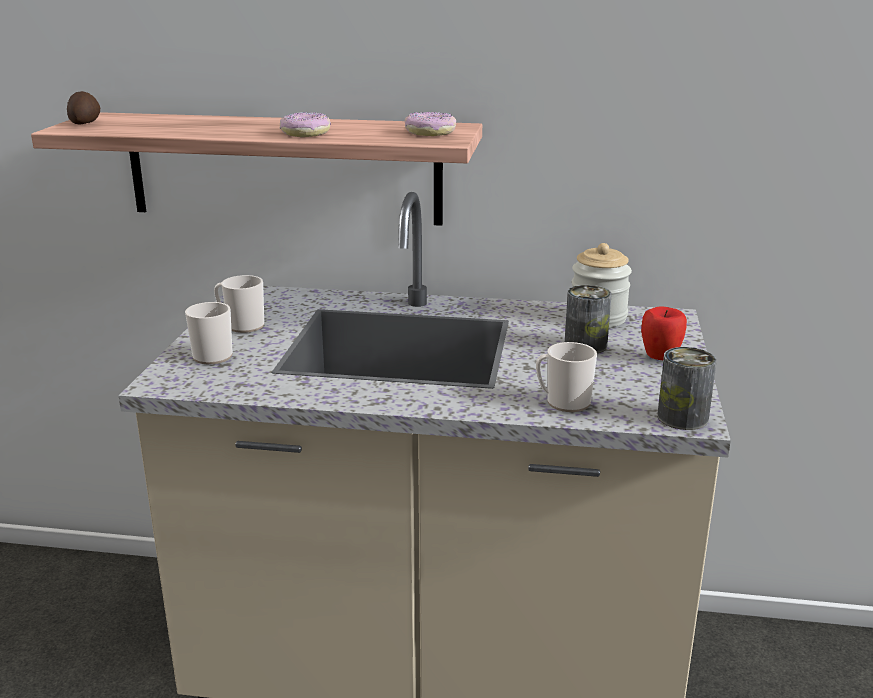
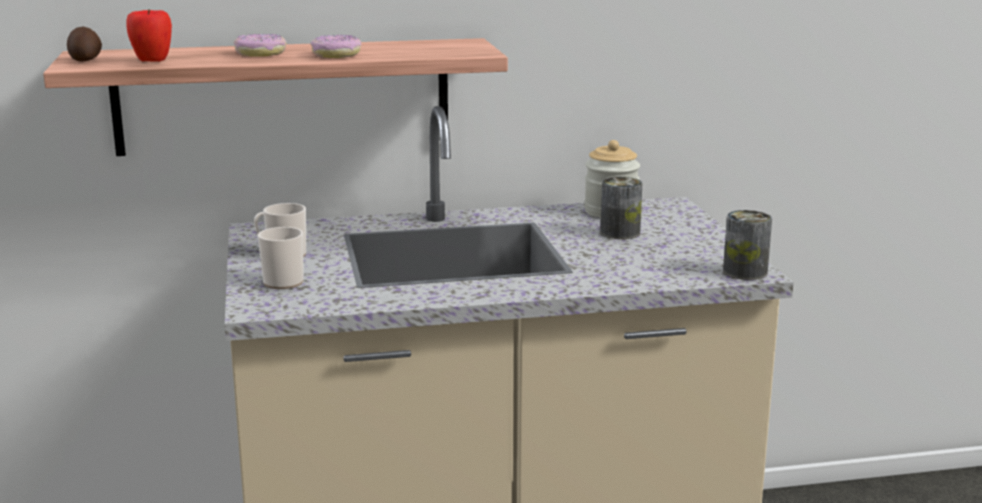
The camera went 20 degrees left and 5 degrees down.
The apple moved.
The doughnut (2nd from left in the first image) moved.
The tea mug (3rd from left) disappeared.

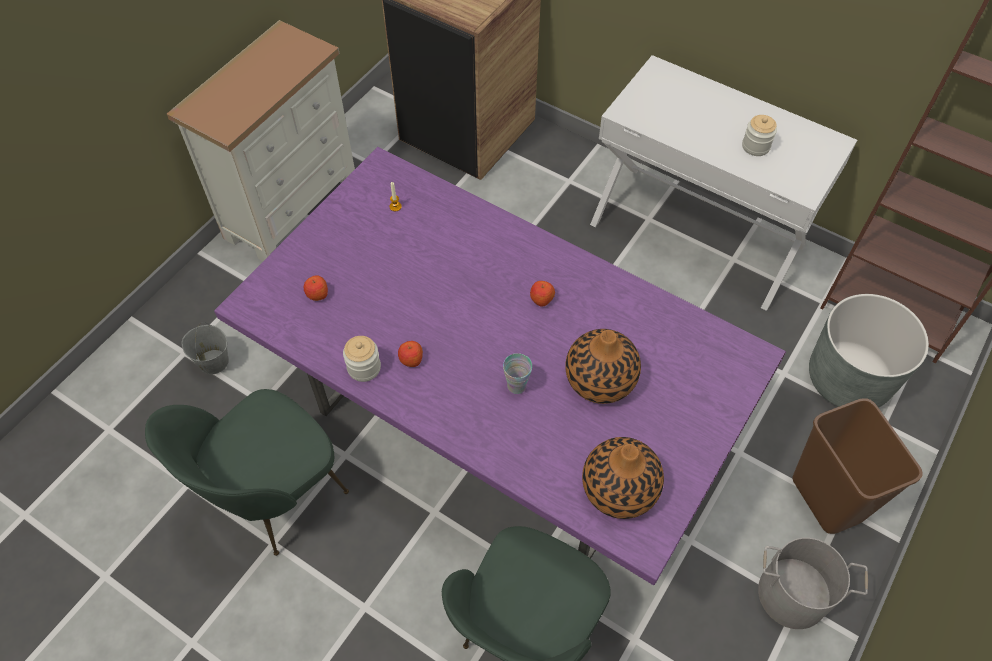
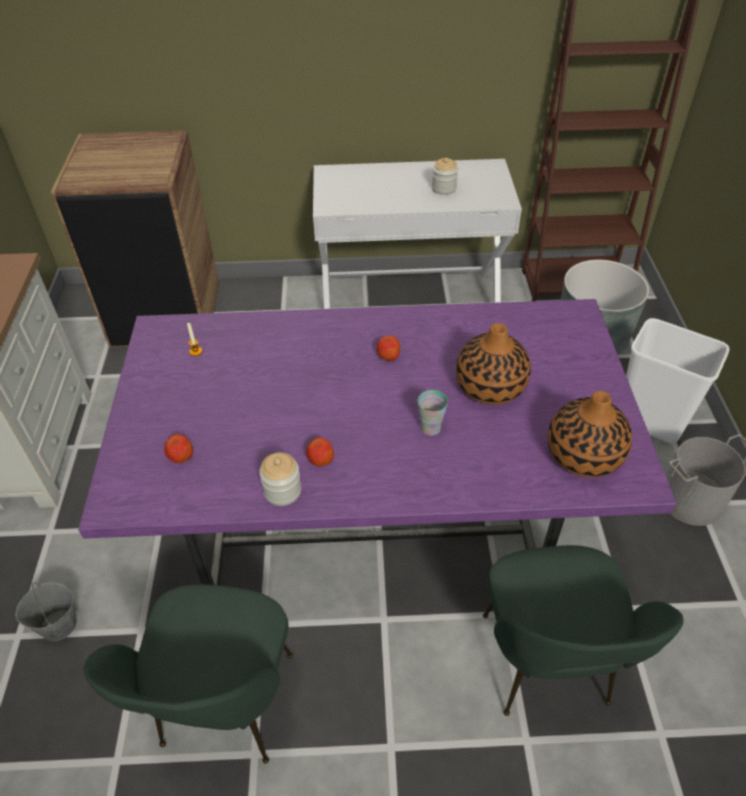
The camera went 35 degrees left and 10 degrees down.
The brown trash can became the white trash can.

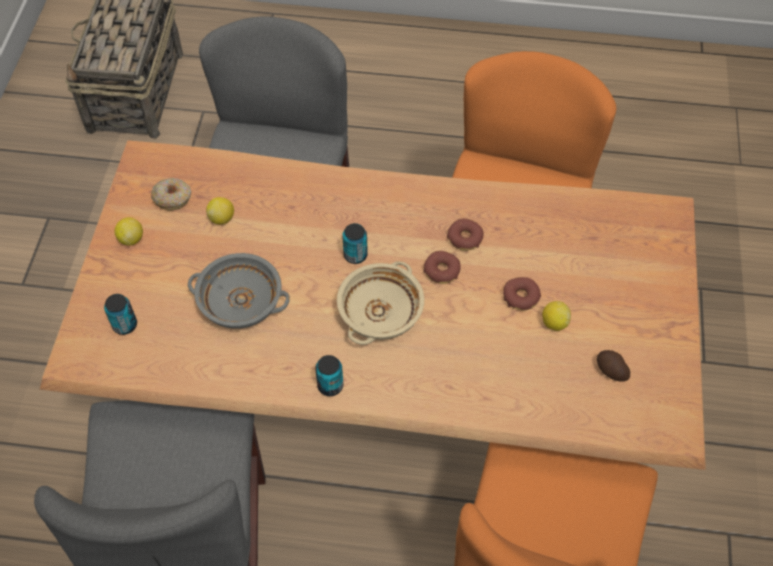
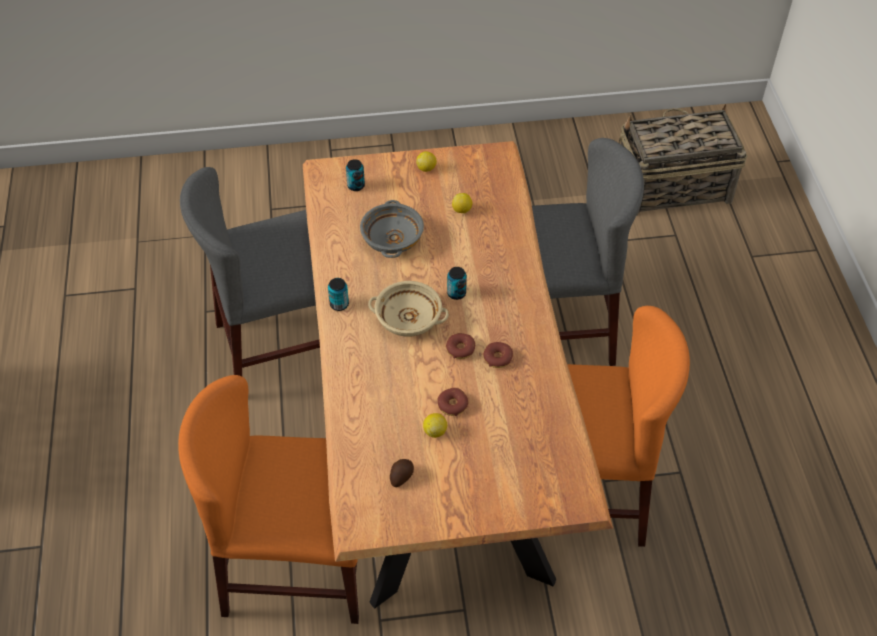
The camera went 75 degrees right and 5 degrees down.
The doughnut (1st from left) disappeared.

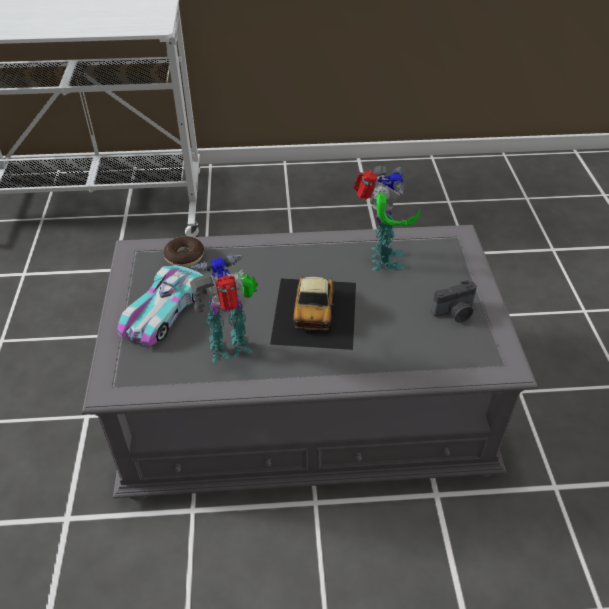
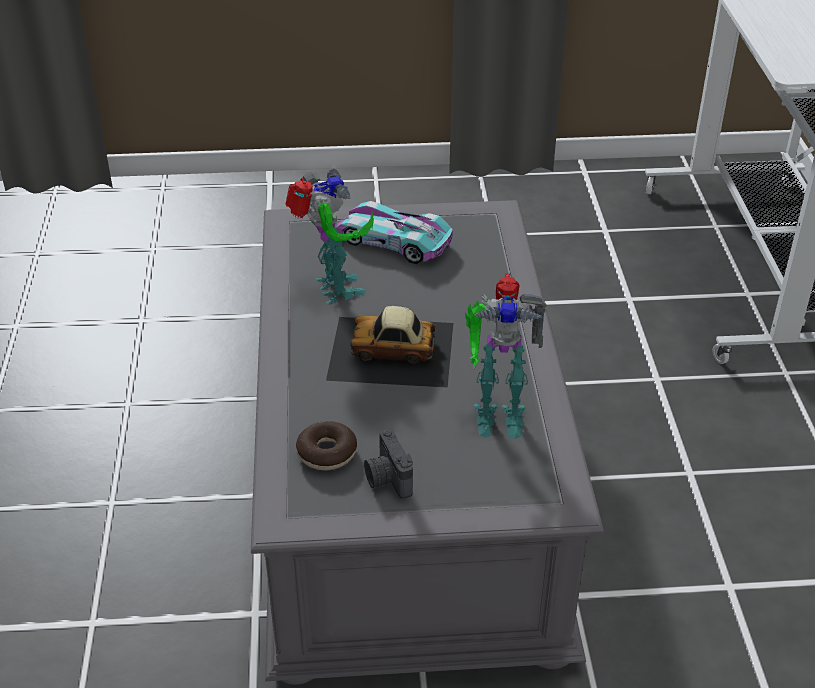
The camera went 90 degrees right and 5 degrees down.
The doughnut moved.

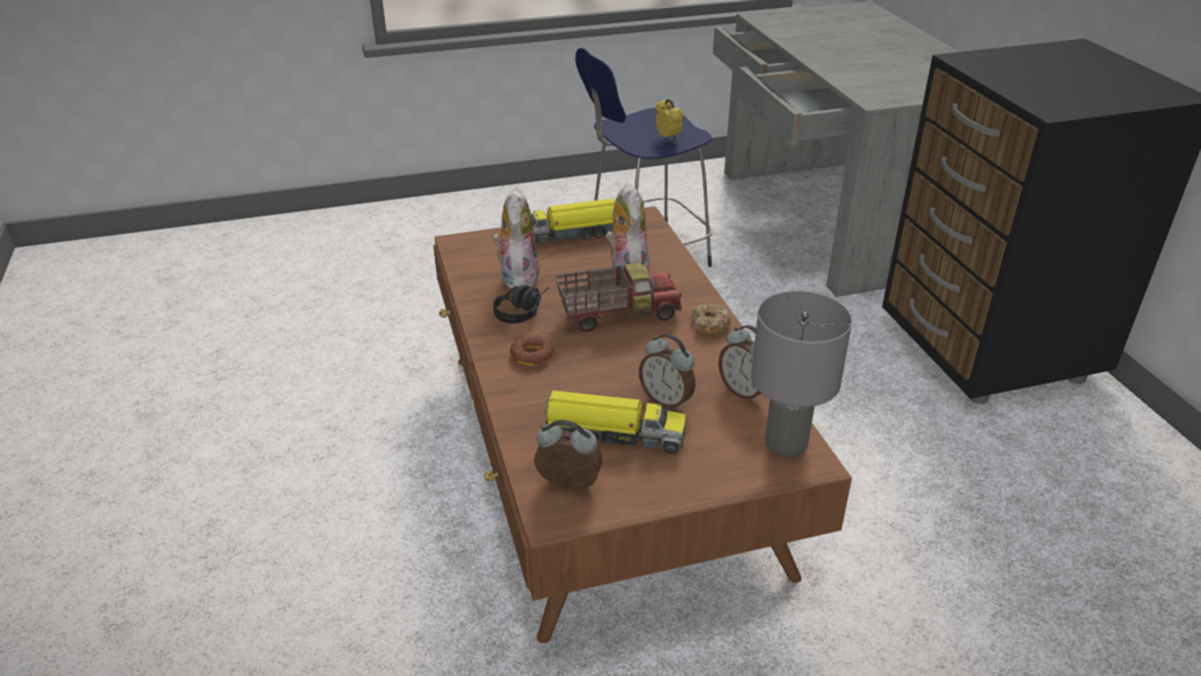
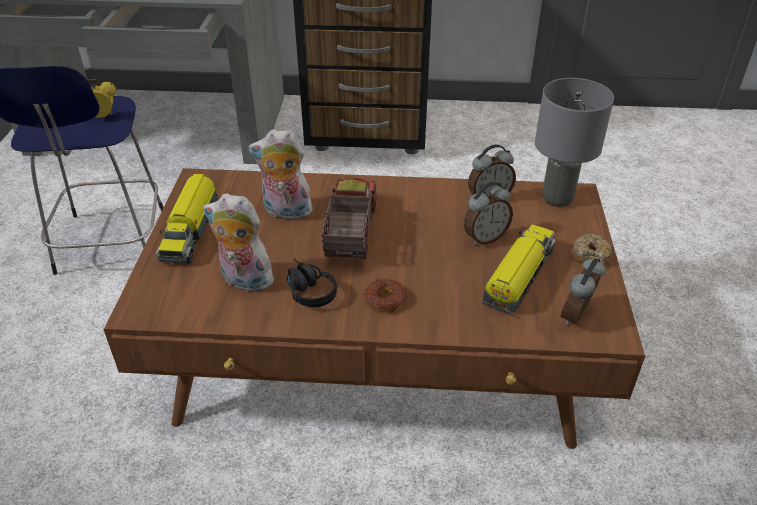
The camera went 70 degrees left and 5 degrees up.
The doughnut (2nd from left) moved.

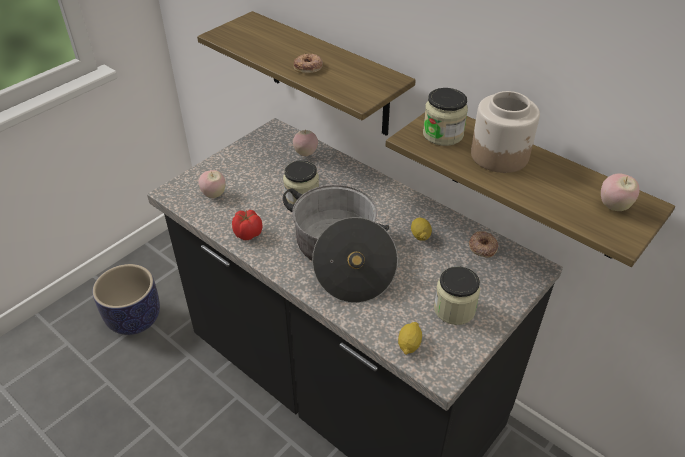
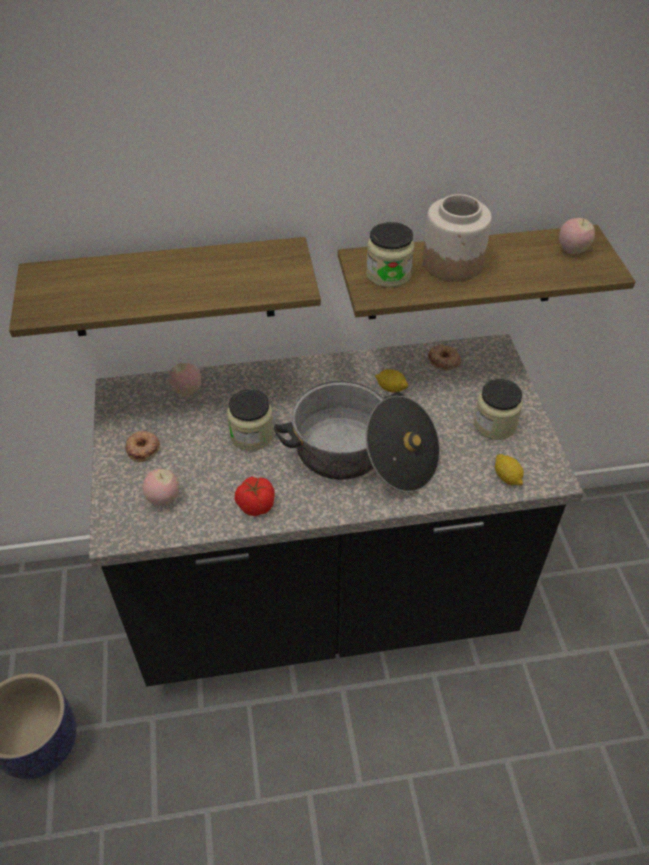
The camera went 50 degrees left and 5 degrees up.
The doughnut (1st from left) moved.

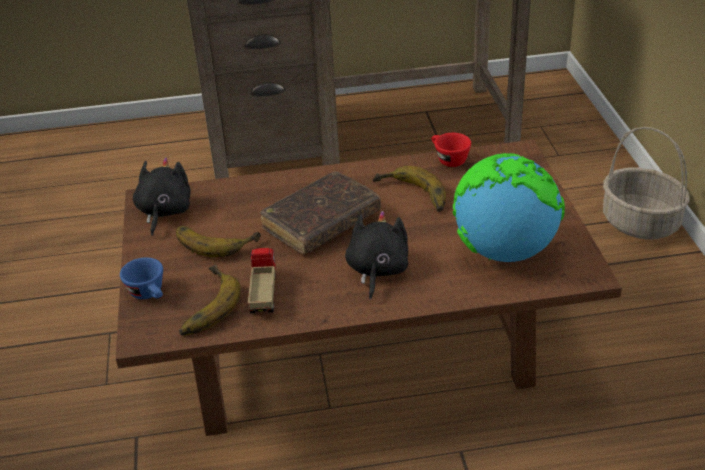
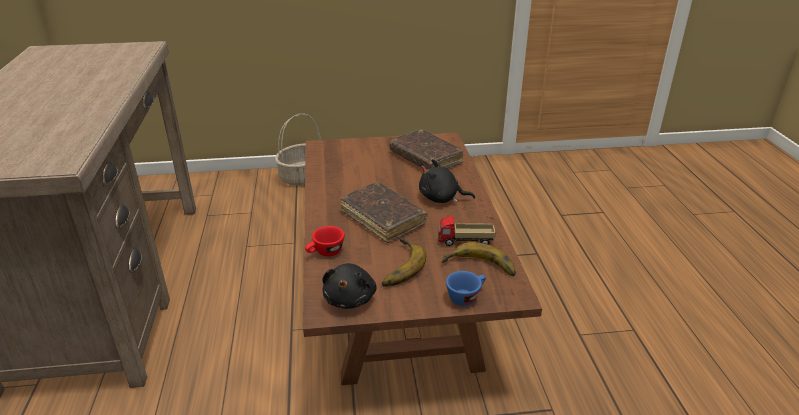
The camera went 90 degrees left and 5 degrees down.
The reddish small cup moved.
The blackish cuddly toy (1st from left) turned 90 degrees counterclockwise.
The desk globe was replaced by the brown bound book (2nd from left).
The whole banana (3rd from left) disappeared.

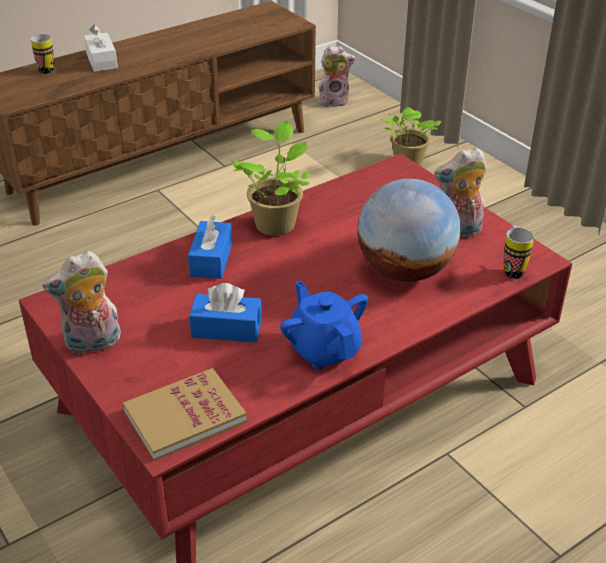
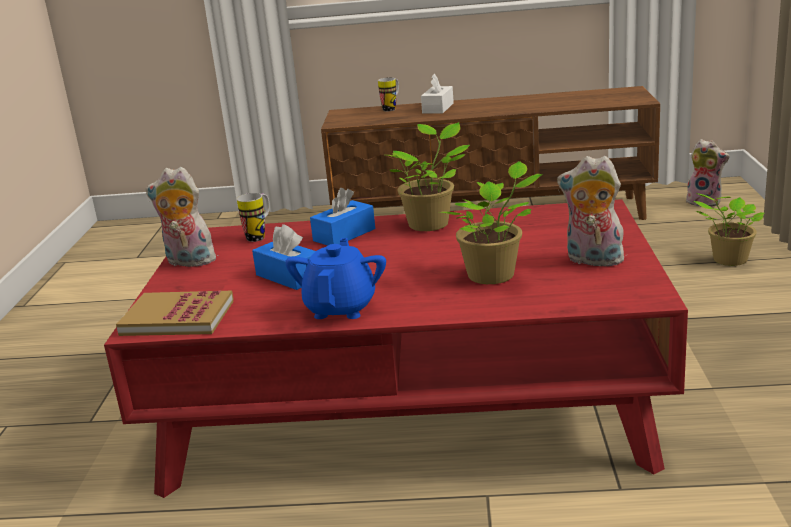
The camera went 40 degrees right and 15 degrees down.
The tea mug (2nd from left in the first image) moved.
The desk globe was replaced by the potted plant (2nd from left).

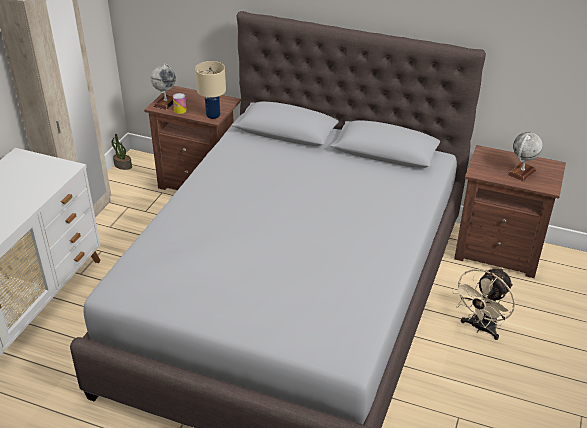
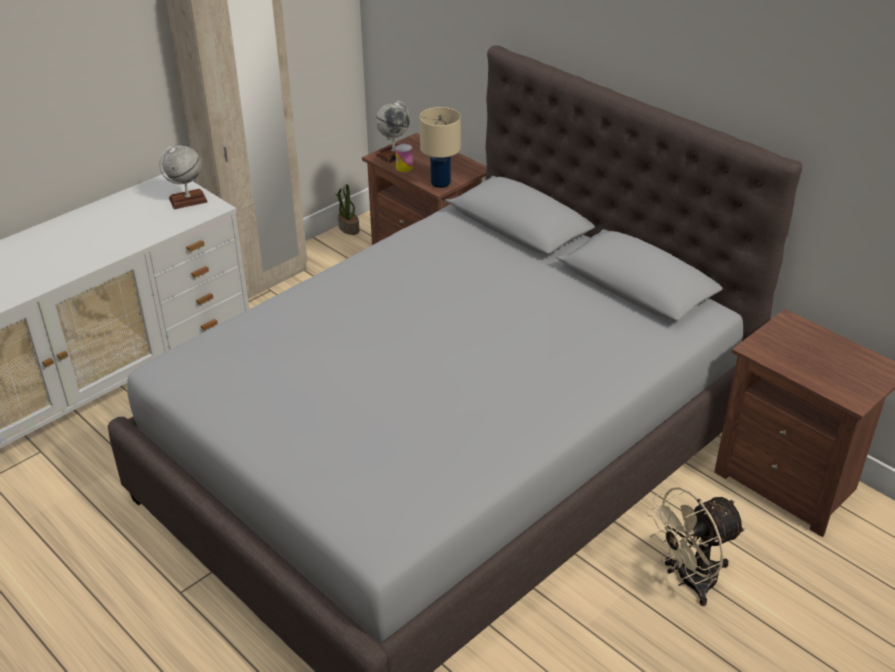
The camera went 25 degrees right and 0 degrees up.
The desk globe (2nd from left in the first image) moved.

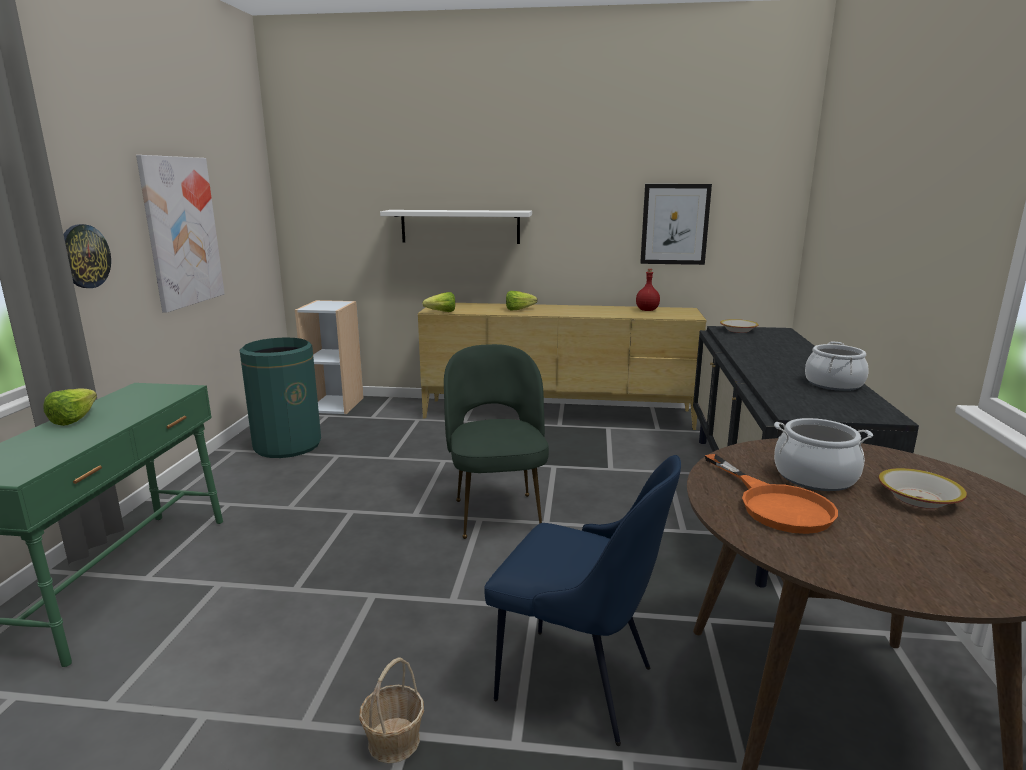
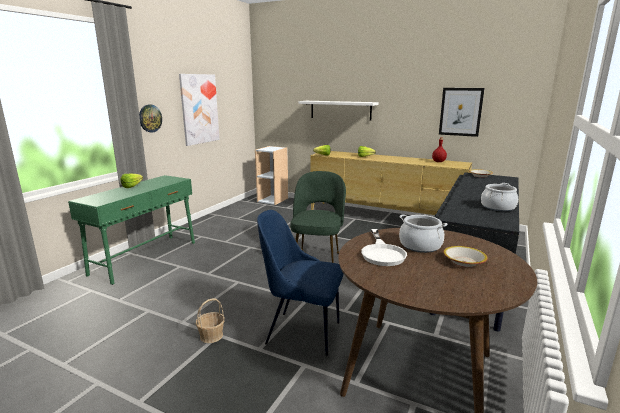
The camera went 20 degrees right and 0 degrees up.
The blue plain chair turned 150 degrees clockwise.
The orangey pan became the white pan.
The green-coloured trash can disappeared.

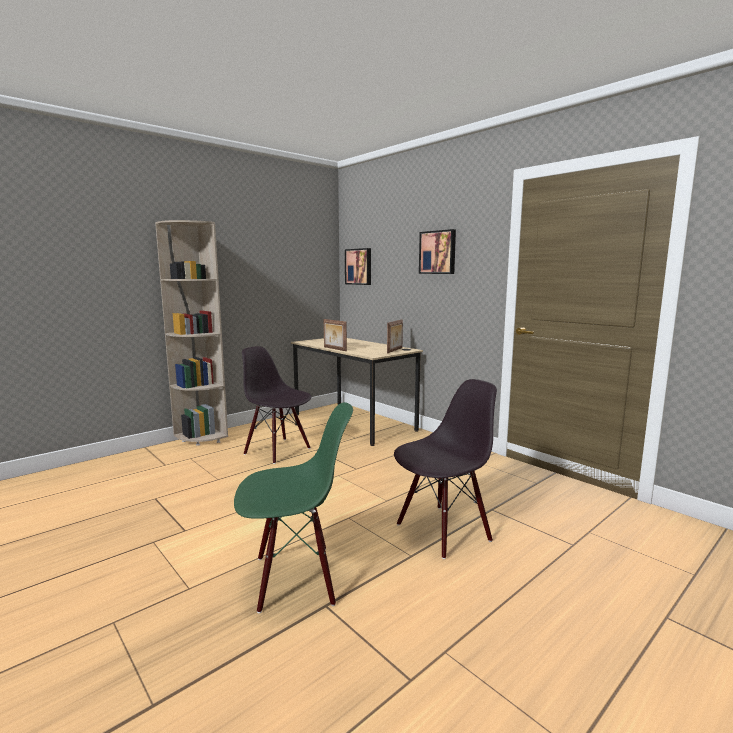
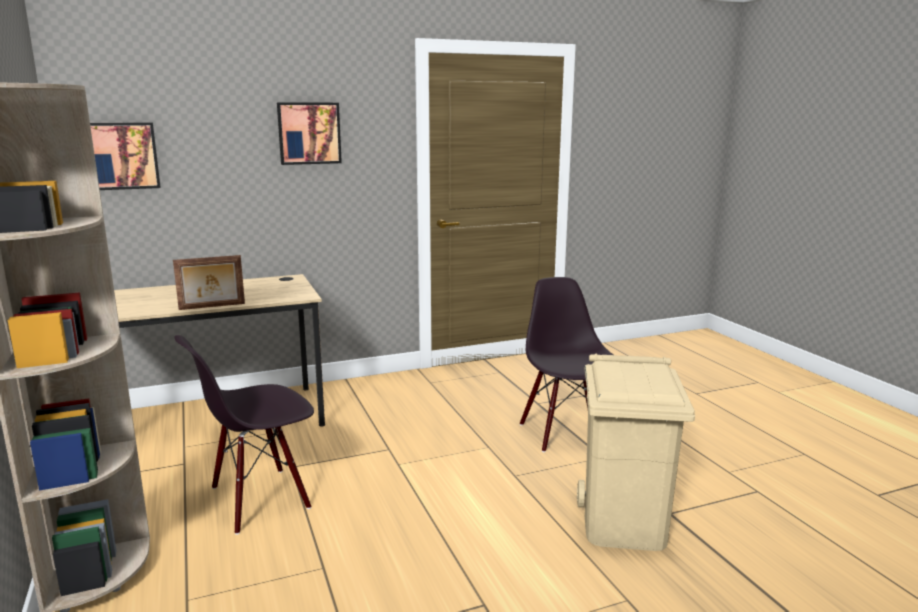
The camera went 70 degrees left and 5 degrees up.
The green-coloured plain chair was replaced by the beige-coloured trash can.
The picture frame (2nd from left) disappeared.

